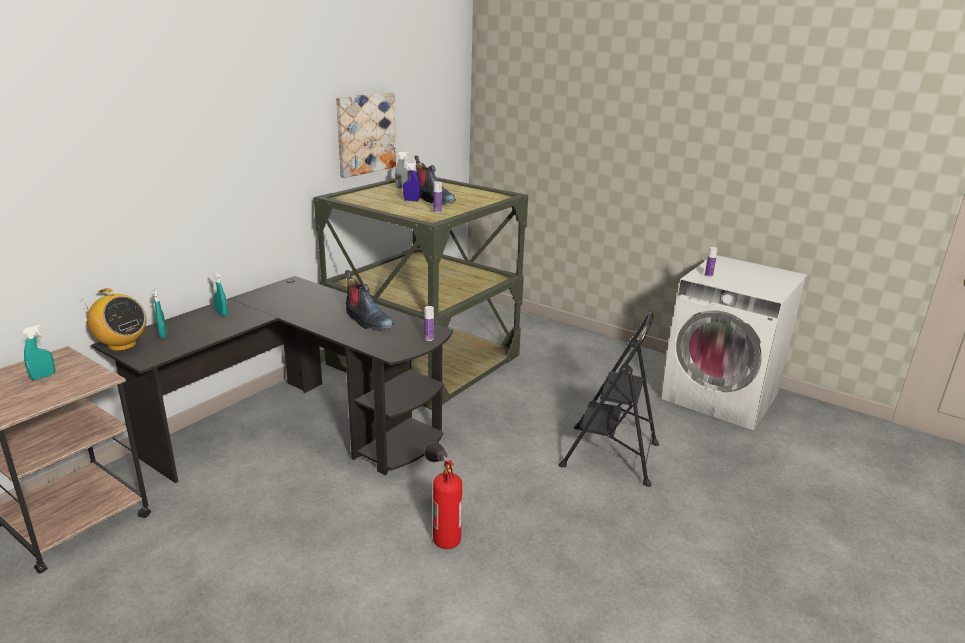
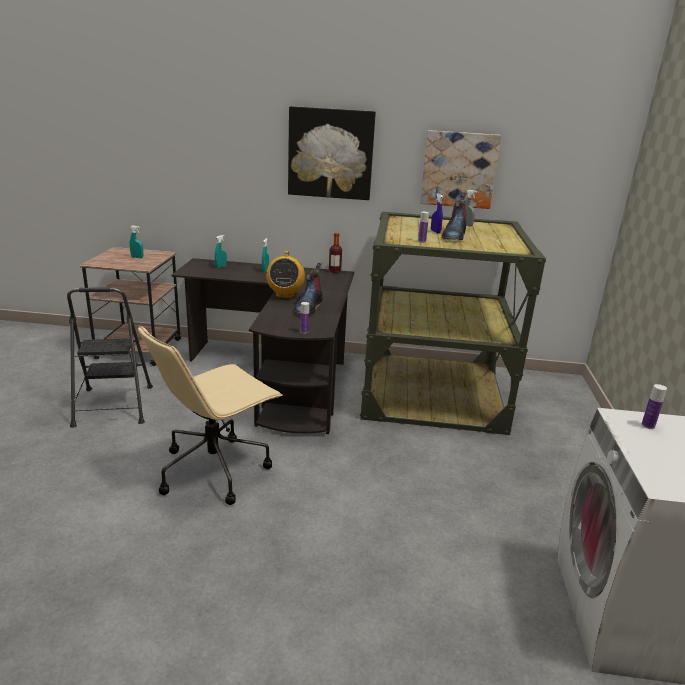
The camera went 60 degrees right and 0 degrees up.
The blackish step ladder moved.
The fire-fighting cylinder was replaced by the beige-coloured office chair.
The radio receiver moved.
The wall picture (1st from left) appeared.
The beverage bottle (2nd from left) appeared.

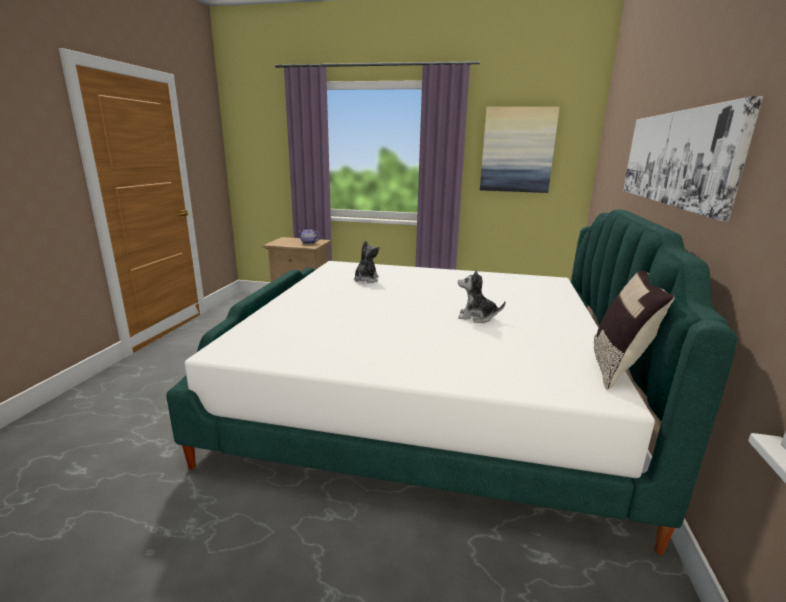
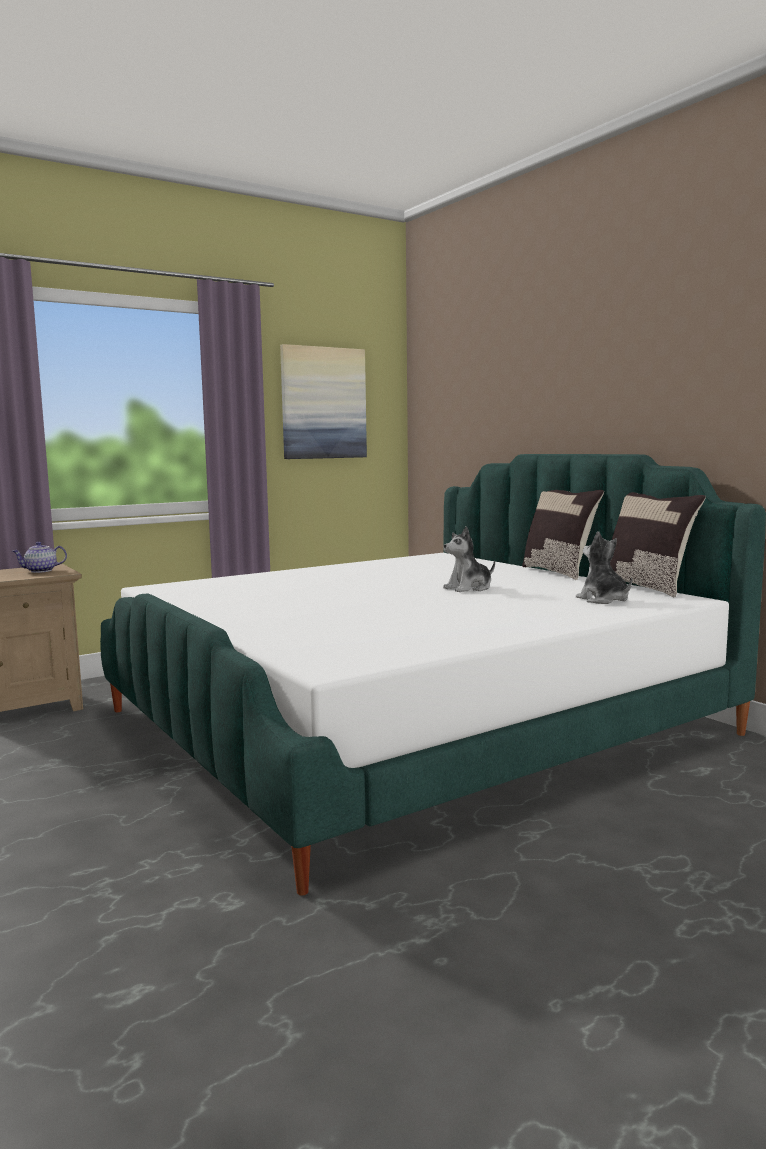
The camera went 45 degrees left and 10 degrees down.
The throw pillow (1st from left) appeared.
The cuddly toy (1st from left in the first image) moved.
The wall picture (2nd from left) disappeared.

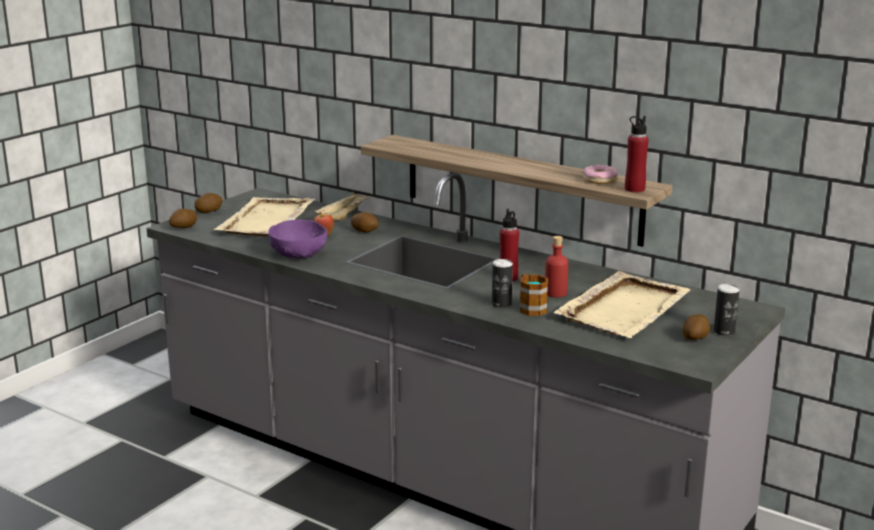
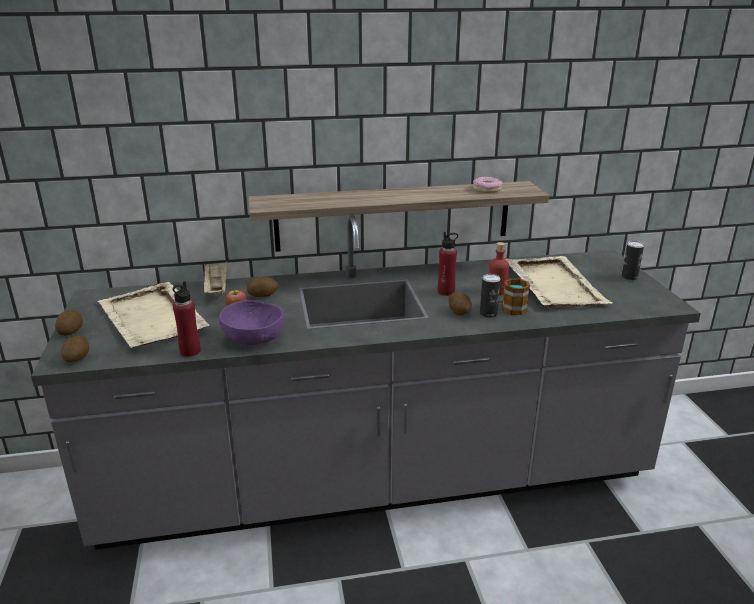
The camera went 45 degrees left and 5 degrees up.
The reddish beverage bottle (3rd from left in the first image) moved.
The whole potato (4th from left) moved.

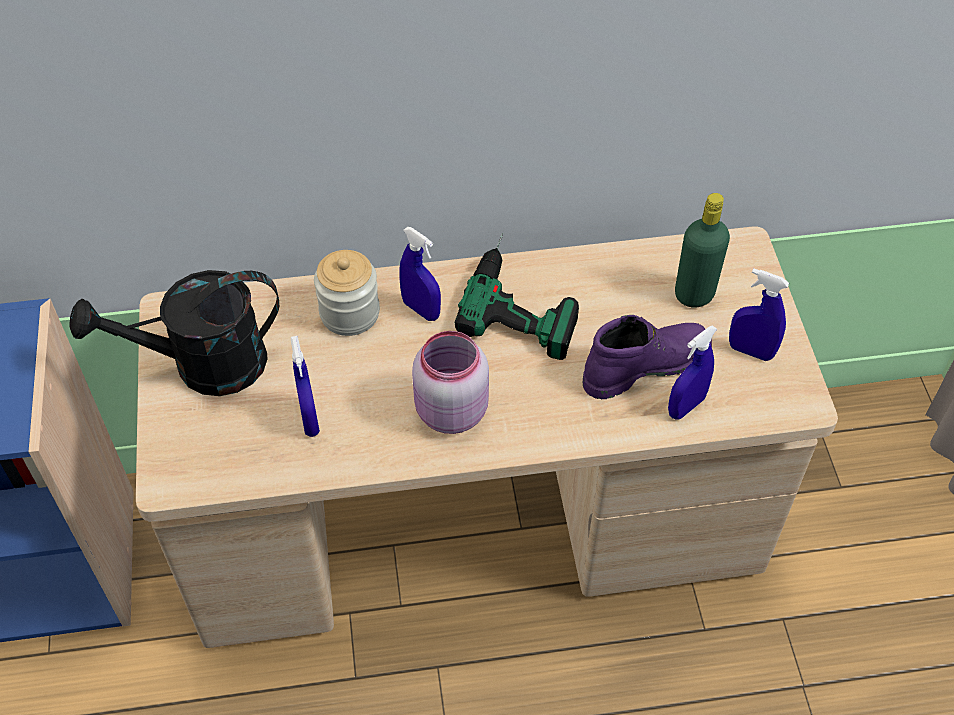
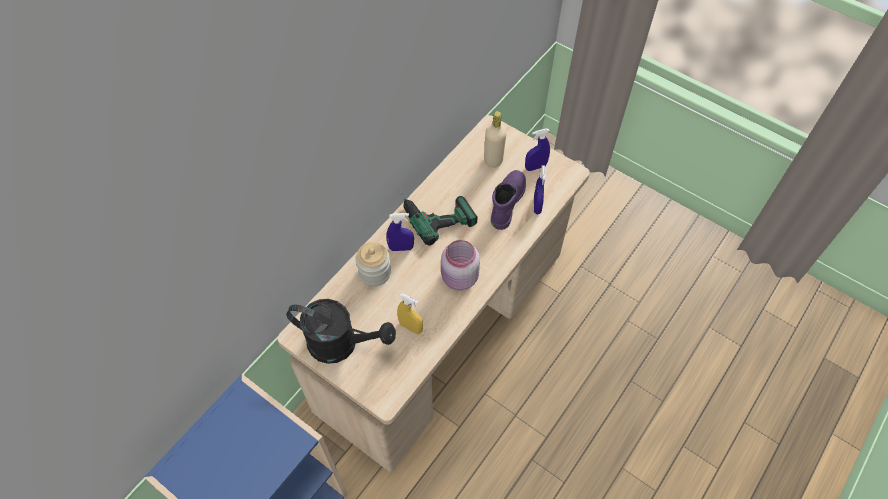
The camera went 45 degrees left and 5 degrees up.
The blackish watering can turned 105 degrees counterclockwise.
The blue hand sprayer (1st from left) became the yellow-coloured hand sprayer.
The green-coloured beverage bottle became the beige-coloured beverage bottle.

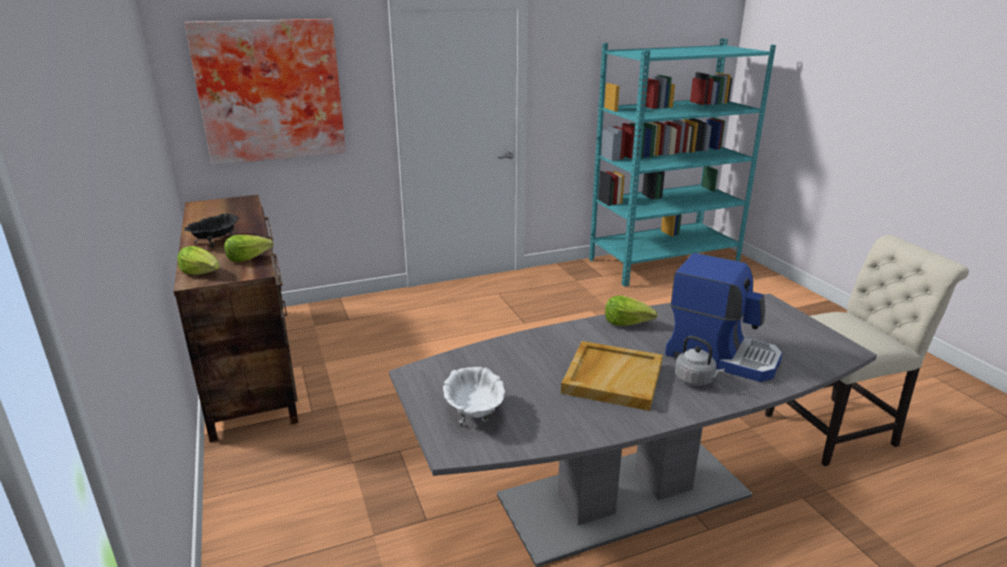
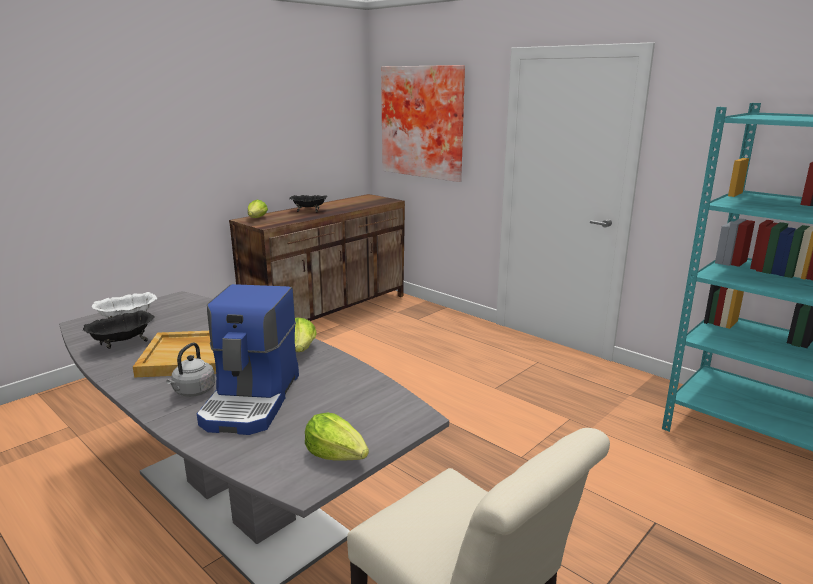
The camera went 65 degrees right and 5 degrees down.
The blackish bowl (1st from left) appeared.
The lettuce (2nd from left in the first image) moved.

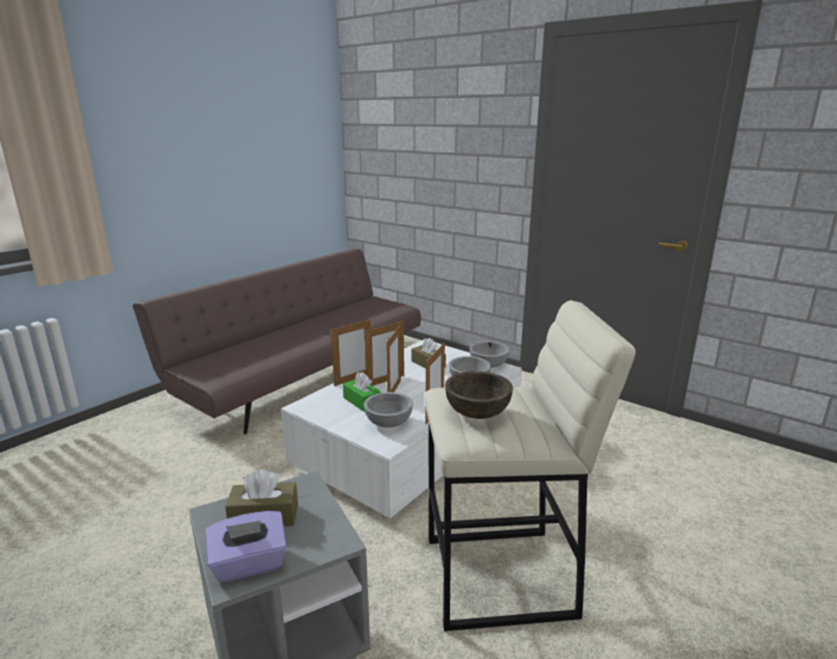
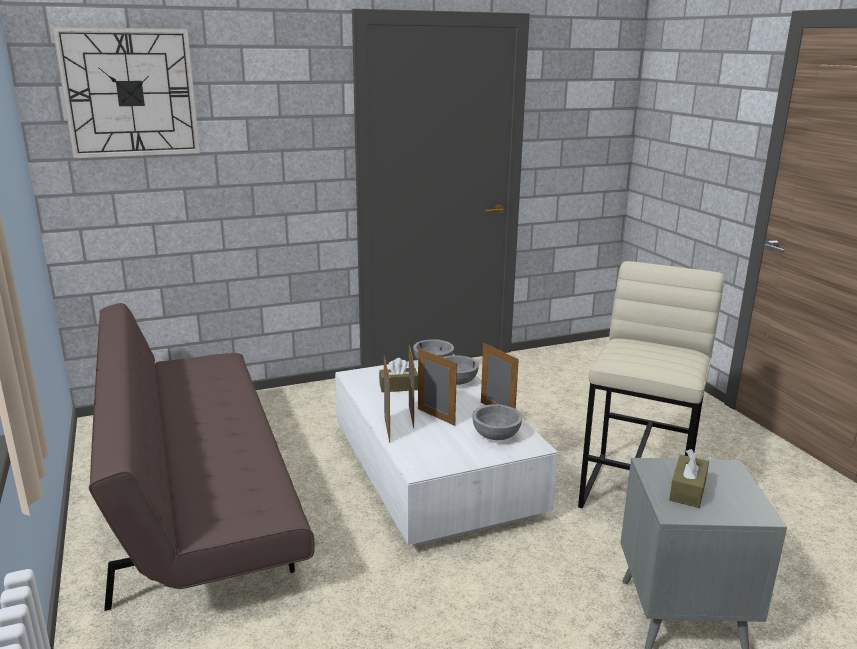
The camera went 60 degrees left and 0 degrees up.
The wall clock appeared.
The purple box of tissues disappeared.
The green-coloured box of tissues disappeared.
The brown bowl disappeared.

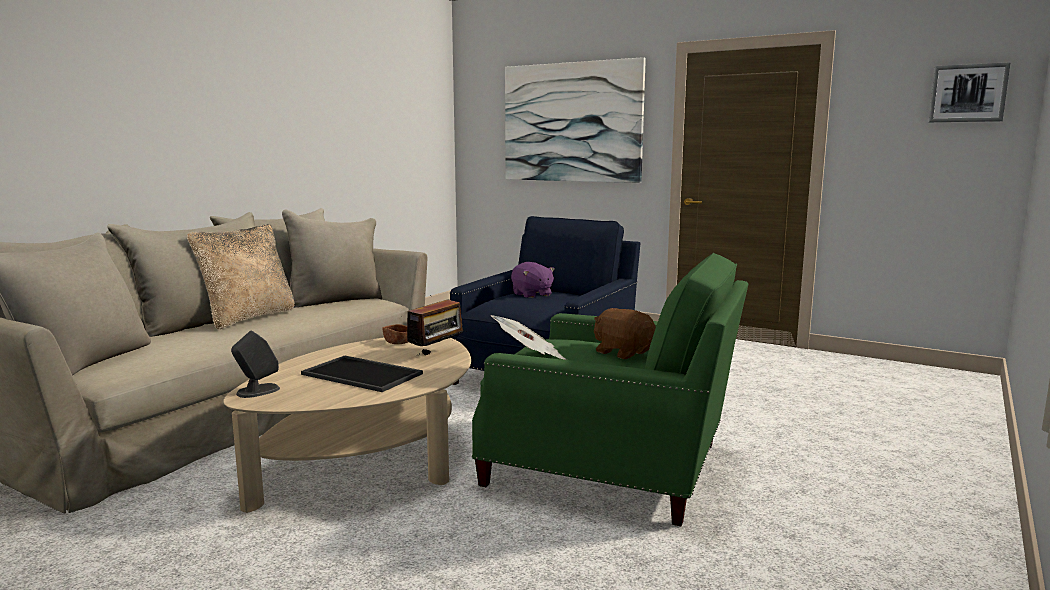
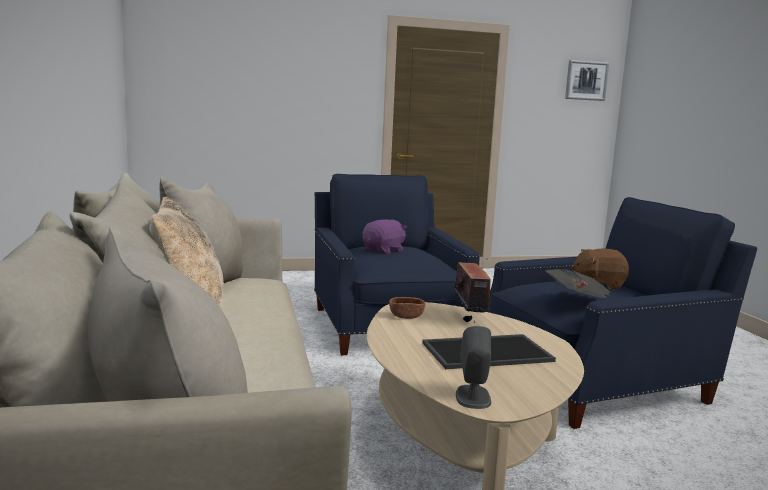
The camera went 45 degrees left and 0 degrees up.
The purple cuddly toy turned 60 degrees counterclockwise.
The green-coloured lounge chair became the blue lounge chair (2nd from left).
The wall picture (1st from left) disappeared.

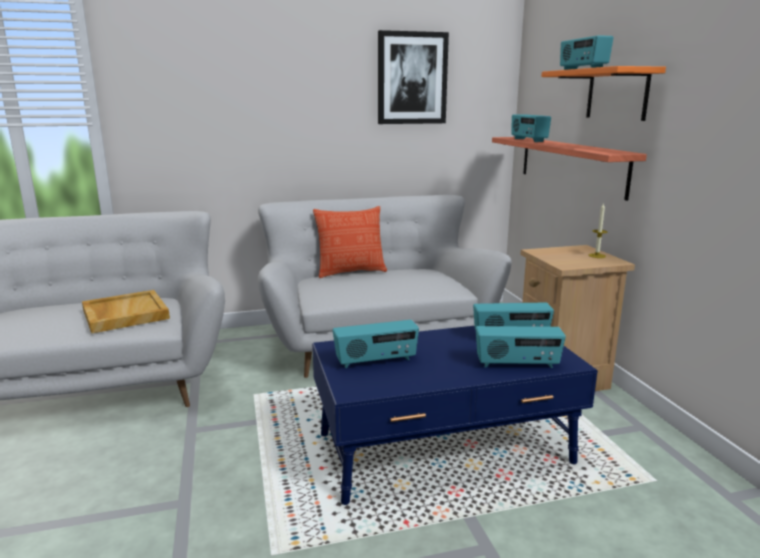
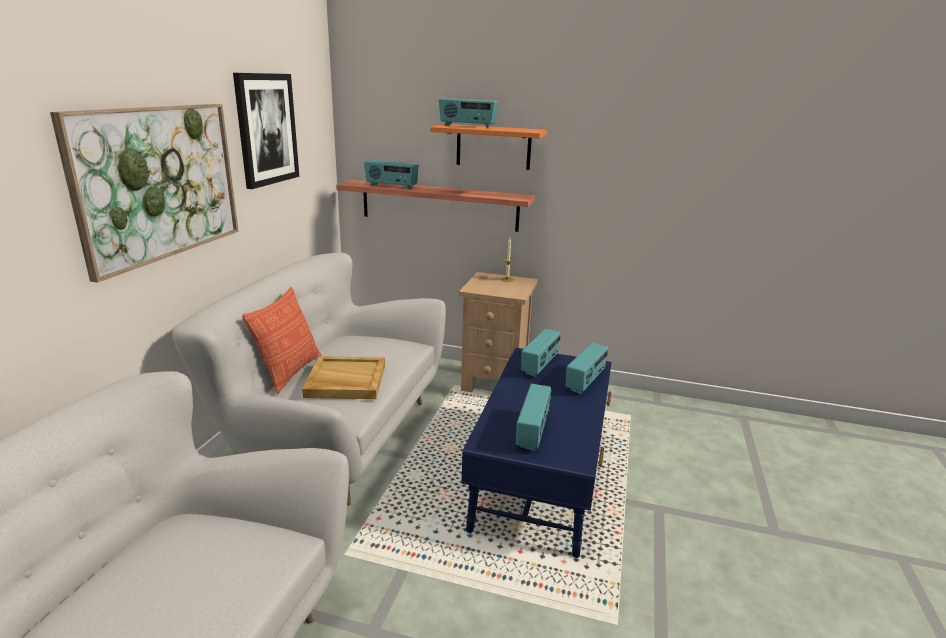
The camera went 60 degrees left and 5 degrees up.
The wall picture (1st from left) appeared.
The beige-coloured tray moved.

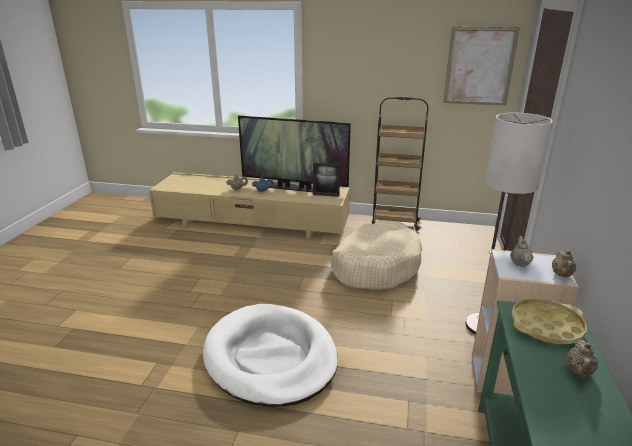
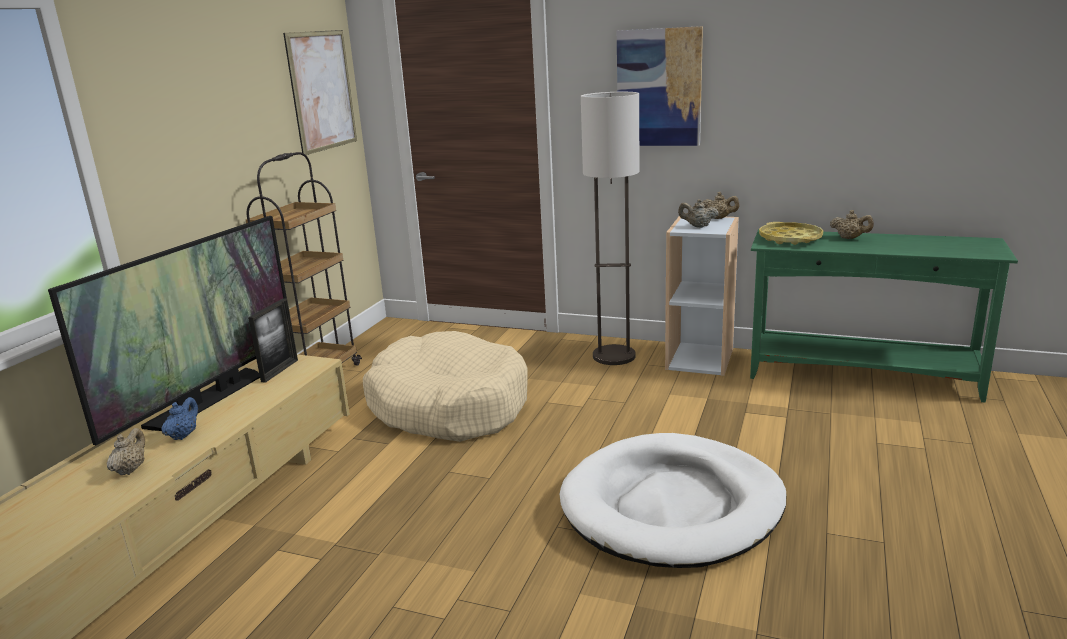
The camera went 80 degrees left and 5 degrees down.
The wall picture (2nd from left) appeared.

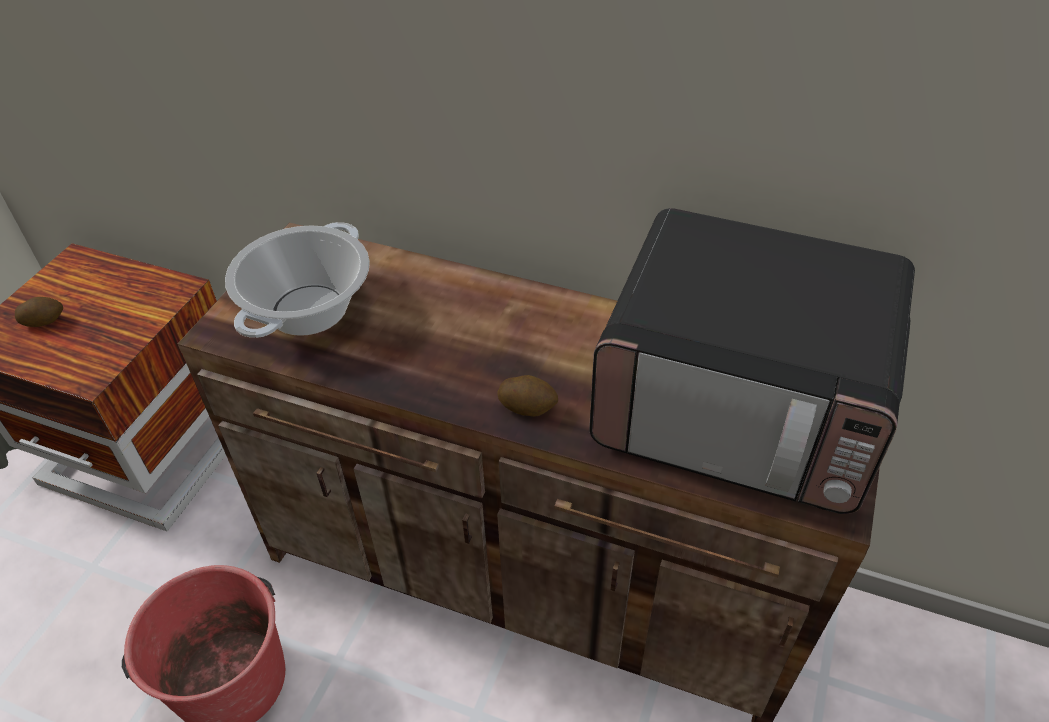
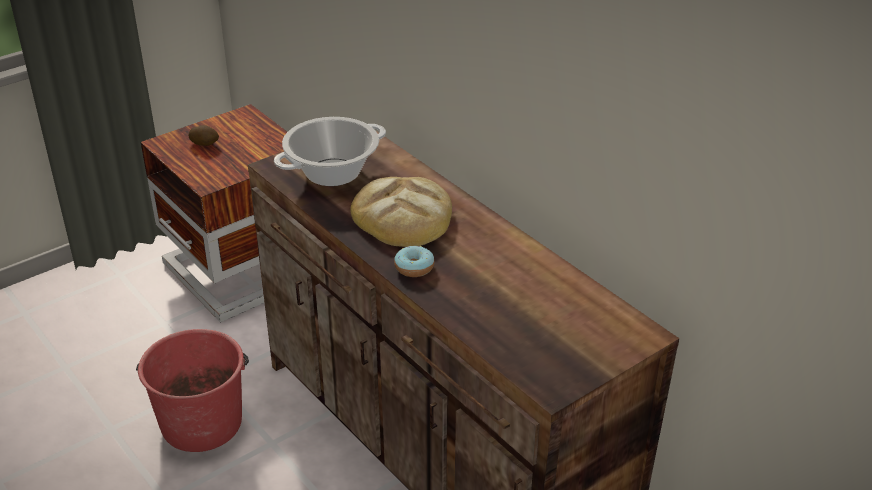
The camera went 30 degrees right and 10 degrees down.
The bread appeared.
The whole potato (2nd from left) was replaced by the doughnut.
The kitchen microwave disappeared.

